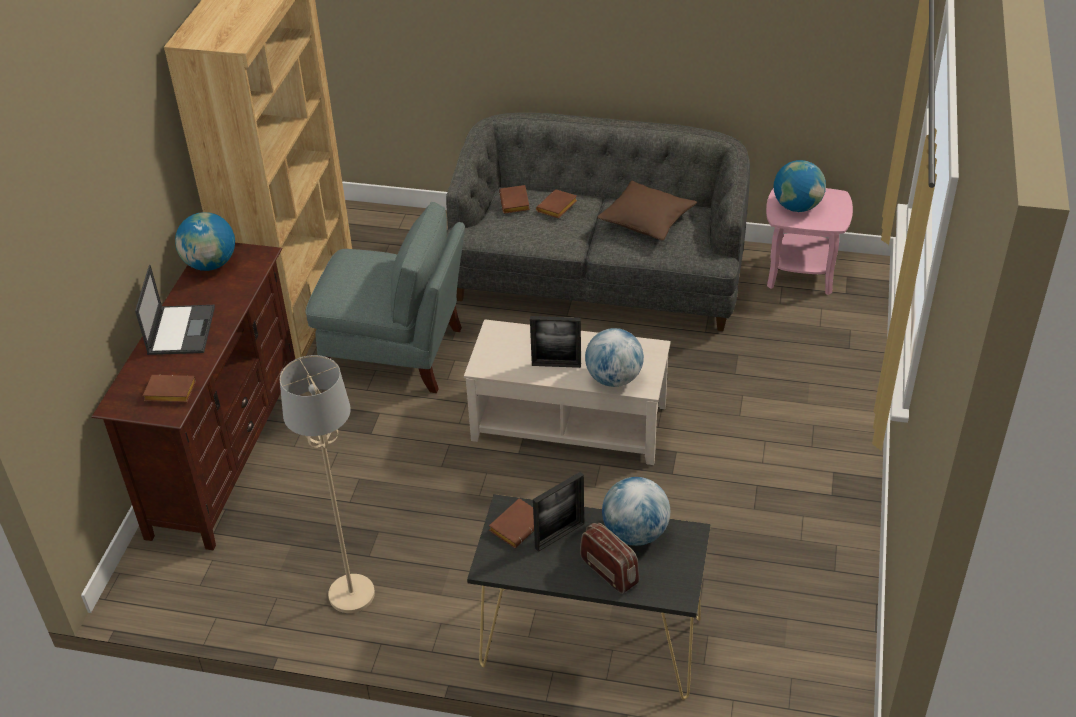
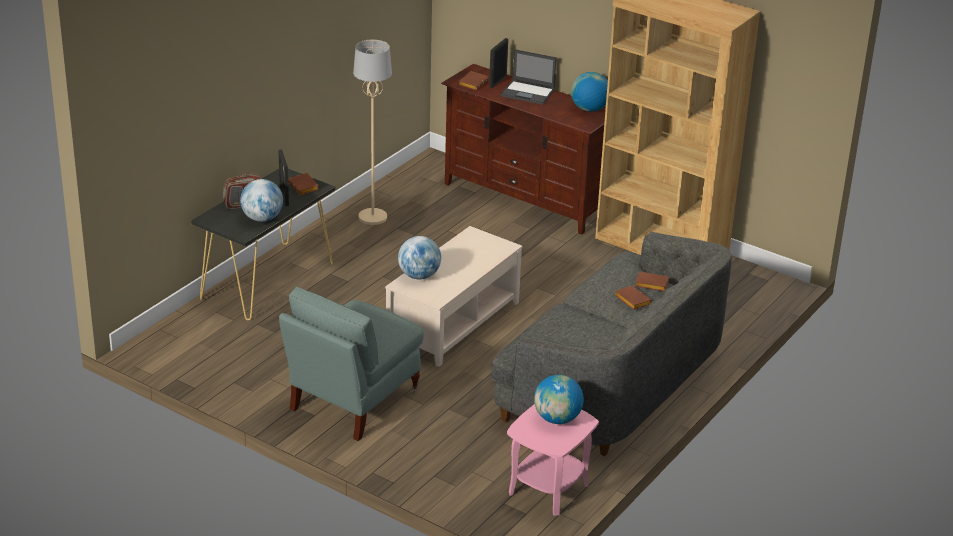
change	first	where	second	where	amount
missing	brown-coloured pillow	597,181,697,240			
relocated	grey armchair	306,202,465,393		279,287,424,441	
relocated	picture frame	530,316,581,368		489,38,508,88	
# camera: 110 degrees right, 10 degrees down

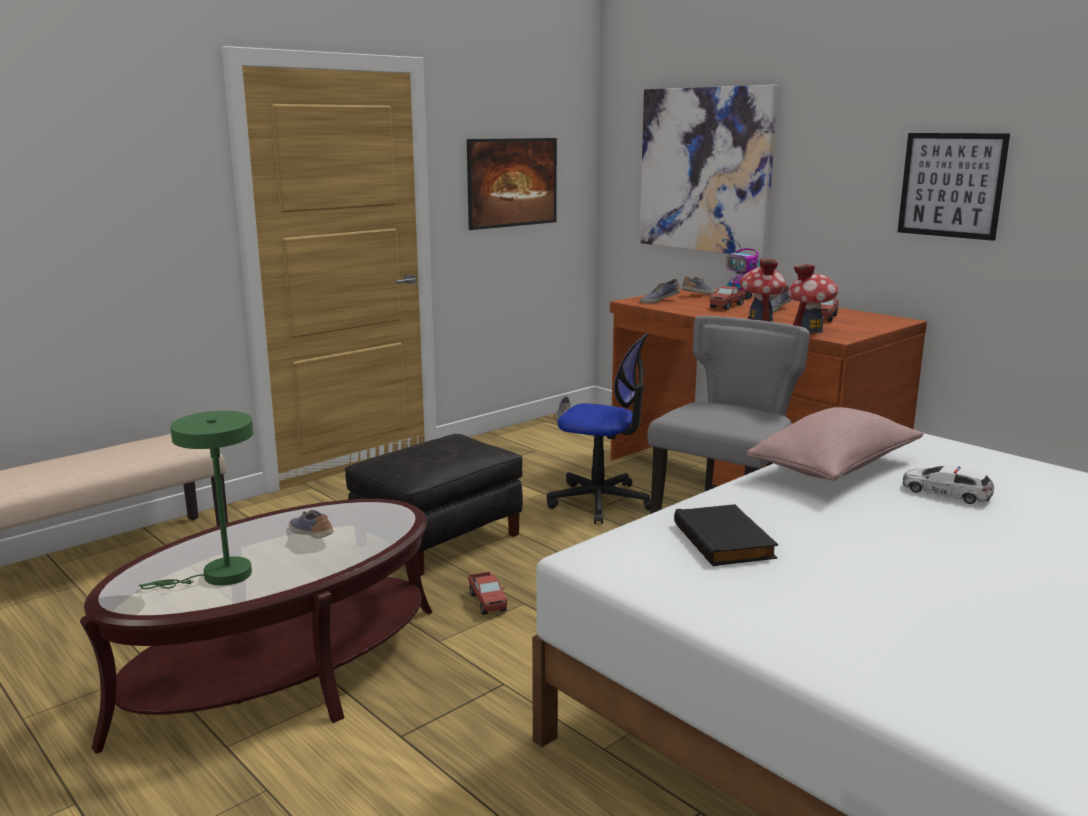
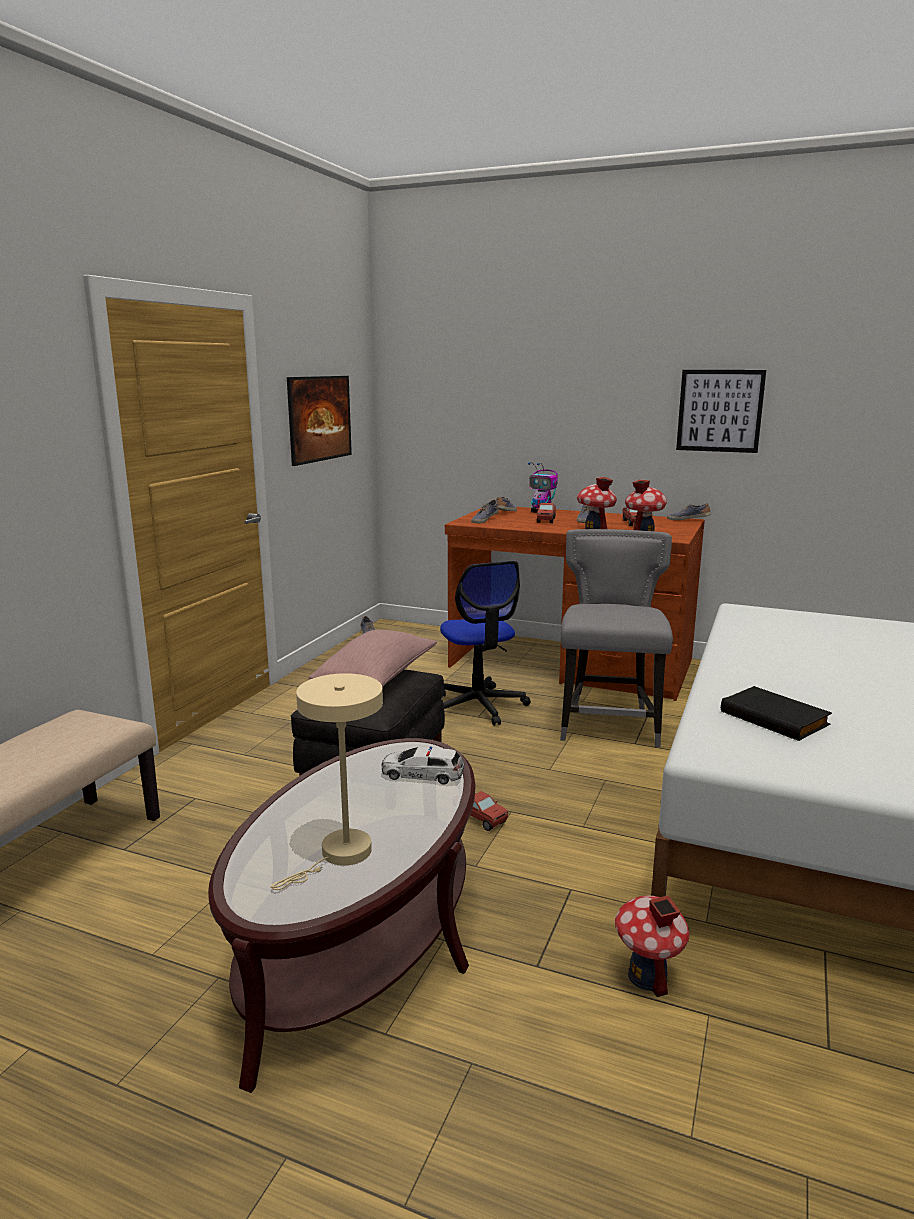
change	first	where	second	where	amount
missing	wall picture	639,85,778,258			
spun	office chair	547,333,651,524		440,561,531,726	75 degrees clockwise
relocated	pinkish pillow	747,407,923,480		309,630,437,687	
colour	greenish lamp for a table	139,411,253,589	sand-coloured lamp for a table	271,673,383,890	
relocated	miniature car	903,466,994,504		382,747,464,785	
relocated	low shoe	289,510,334,539		667,503,711,520	
appeared			model house	615,895,690,997	
# camera: 25 degrees left, 0 degrees up

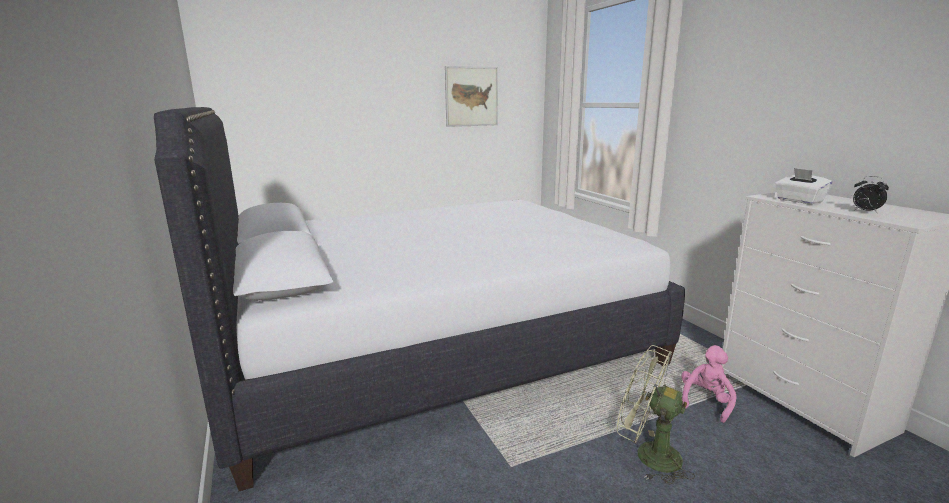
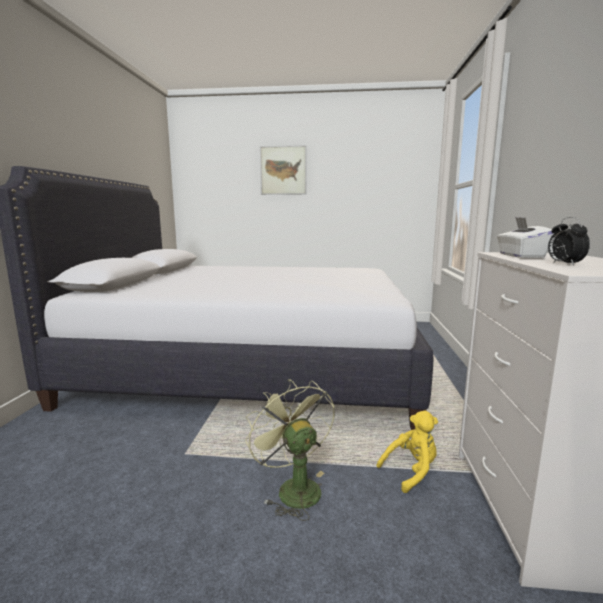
change	first	where	second	where	amount
relocated	wall picture	445,66,498,127		260,145,307,195	
colour	pinkish soft toy	681,345,736,423	yellow-coloured soft toy	376,411,438,493	
# camera: 30 degrees right, 5 degrees down

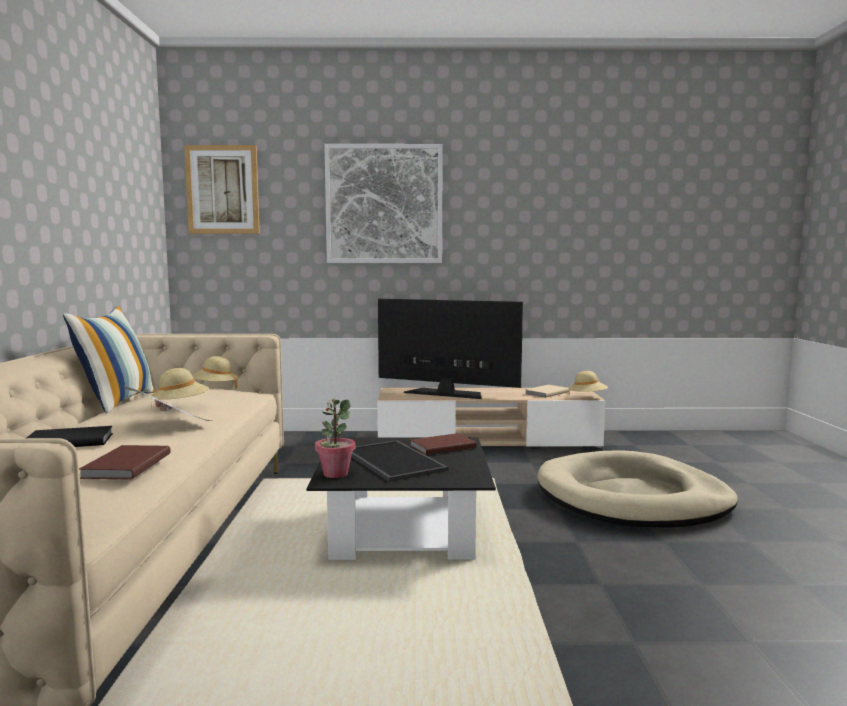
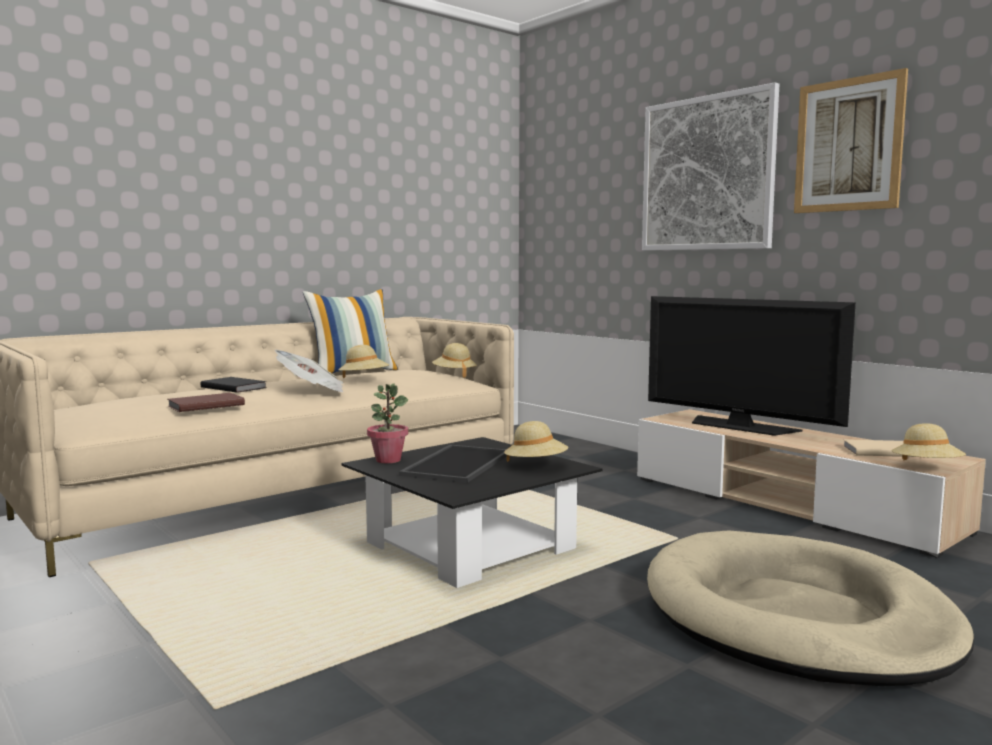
change	first	where	second	where	amount
relocated	wall picture	184,145,260,234		794,68,908,213	
spun	TV set	378,299,523,399		648,296,856,436	150 degrees clockwise
exchanged	brown-coloured book	411,433,477,455	sand-coloured clothing hat	504,421,568,462	
# camera: 50 degrees right, 0 degrees up

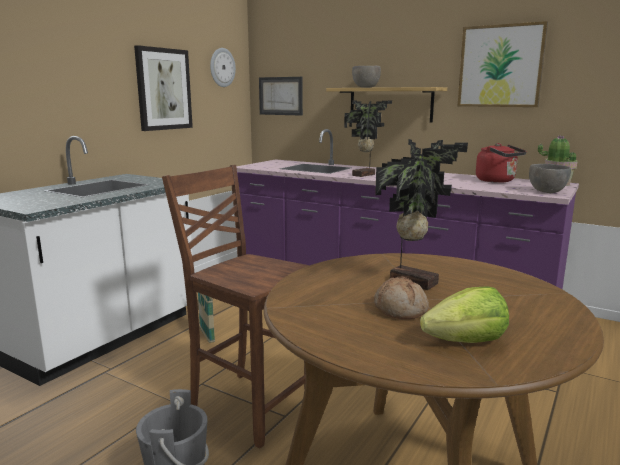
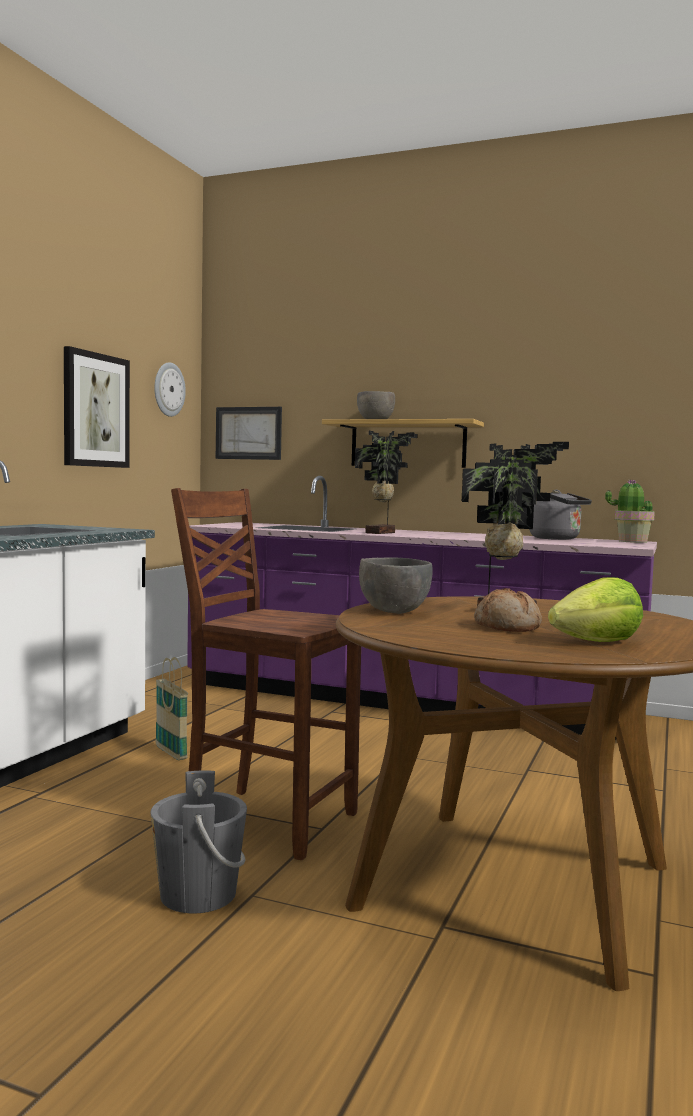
change	first	where	second	where	amount
missing	wall picture	458,21,548,107			
colour	reddish water kettle	476,143,527,183	grey water kettle	529,490,592,540	
relocated	grey deep dish	529,164,571,193		359,557,433,614	
# camera: 10 degrees left, 10 degrees down

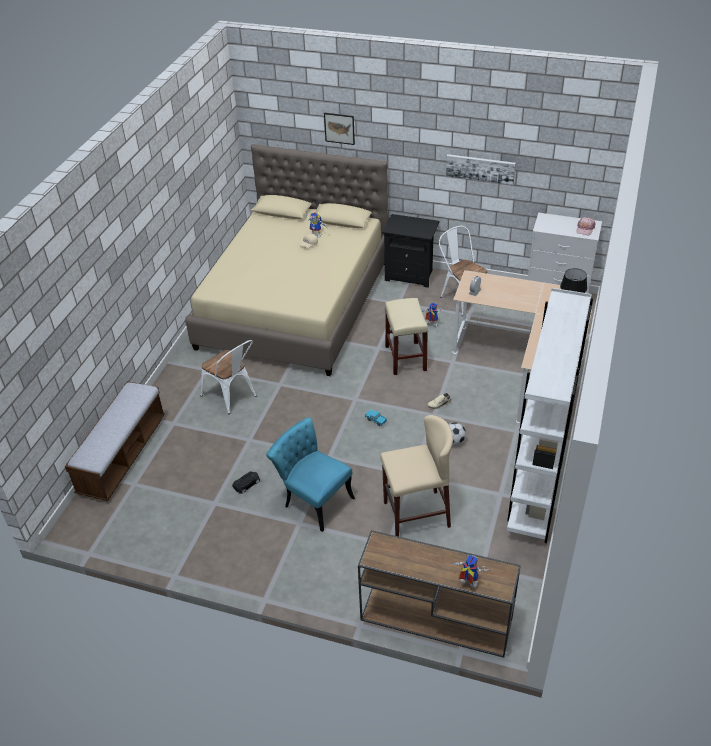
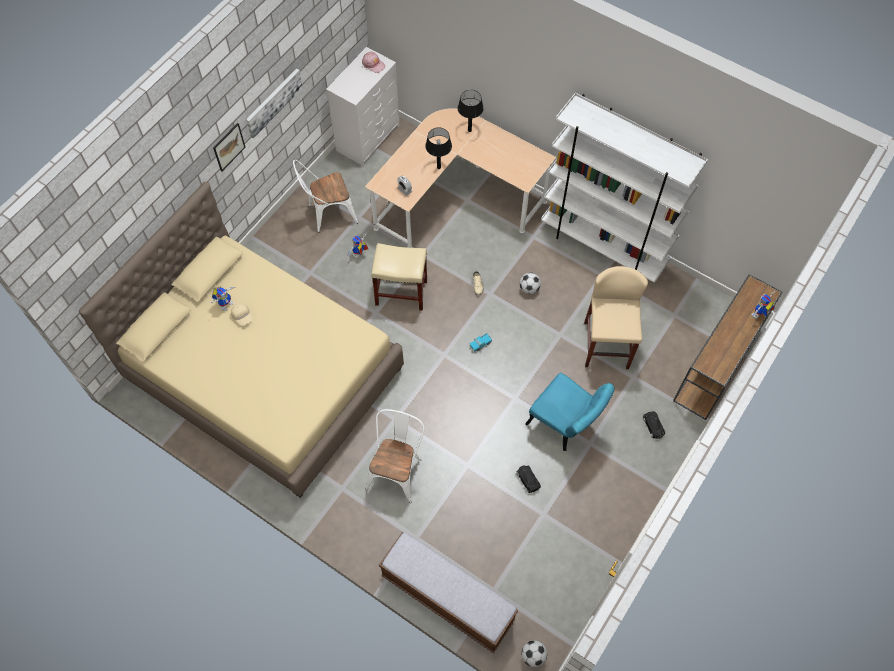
change	first	where	second	where	amount
relocated	wall picture	324,113,355,145		213,123,246,171	
missing	blackish night table	382,214,440,288			
spun	white upright chair	201,340,257,414		366,409,425,503	45 degrees counterclockwise
spun	turquoise upright chair	266,417,355,532		525,373,614,451	105 degrees counterclockwise
appeared			blackish lamp for a table	425,127,452,169	
appeared			blackish miniature car	643,411,665,439	
appeared			football	522,640,547,667	
# camera: 75 degrees left, 20 degrees up

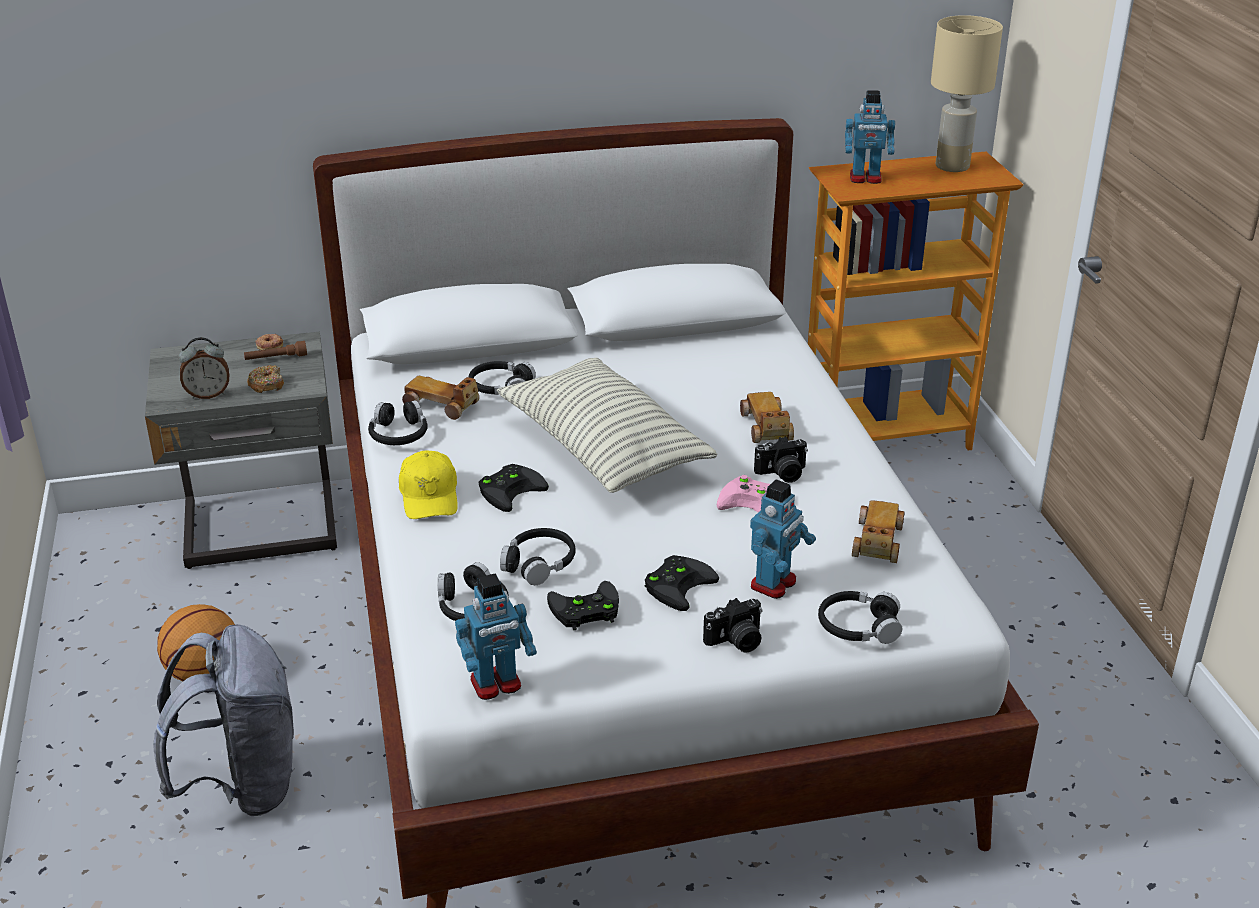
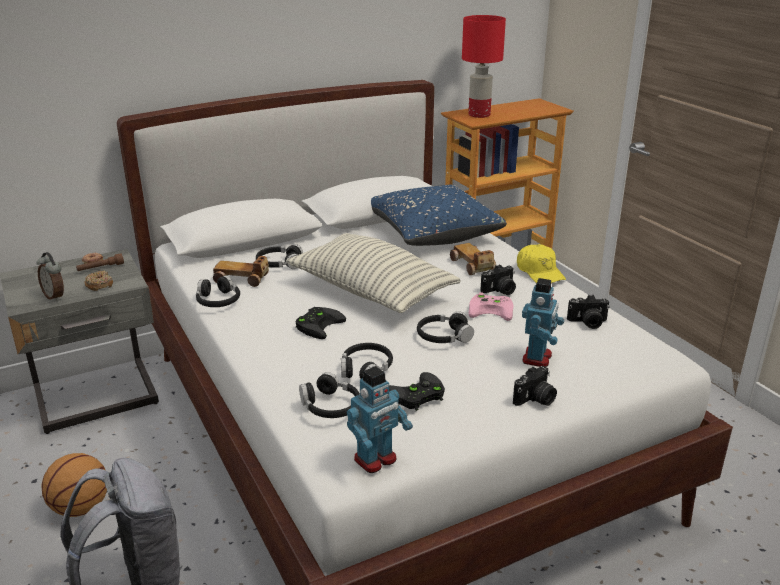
change	first	where	second	where	amount
missing	sand-coloured lamp for a table	931,15,1003,172			
exchanged	robot figure	845,90,895,184	reddish lamp for a table	462,15,506,118	
spun	bedside clock	179,337,229,399		37,252,64,301	75 degrees clockwise
relocated	yellow-coloured peaked cap	399,450,458,519		517,244,566,283	
exchanged	miniature car	852,500,905,563	photo camera	567,295,610,329	
missing	blackish gamepad	644,555,719,611			
relocated	blackish headphones	818,591,902,644		417,311,474,343	
appeared			bluish pillow	371,185,507,246	
# camera: 15 degrees left, 5 degrees down

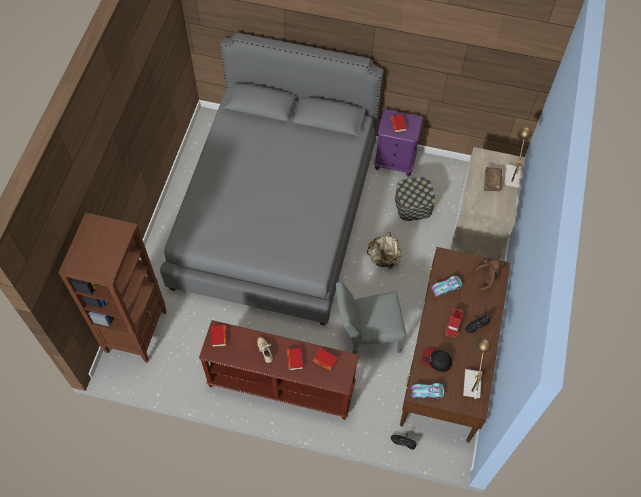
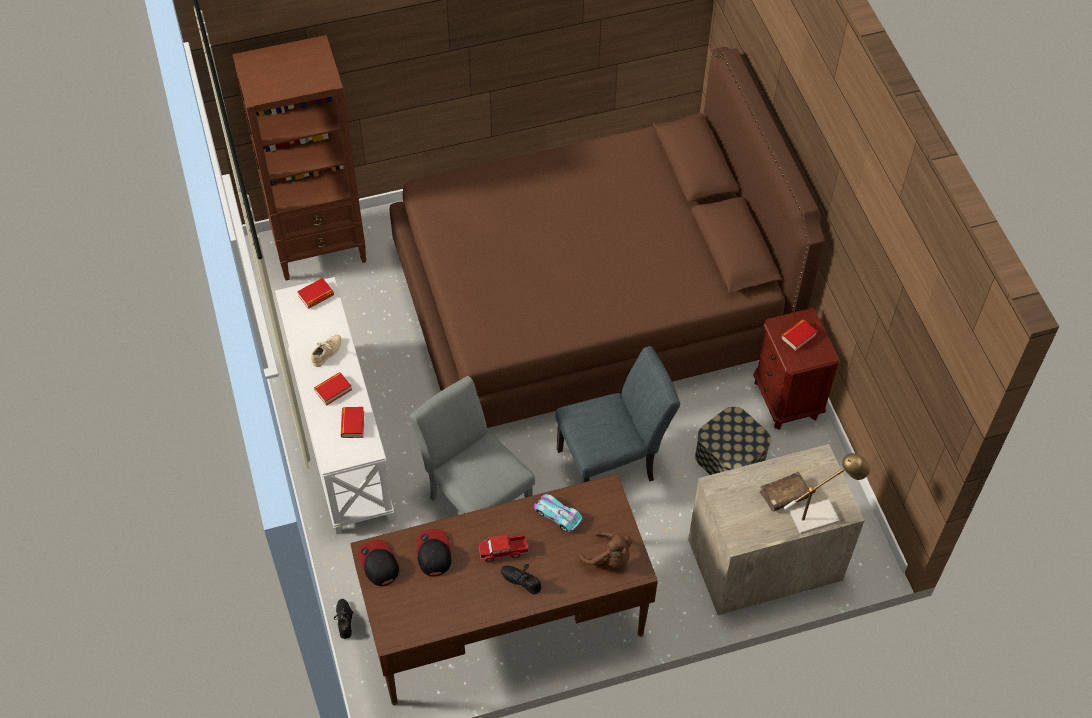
change	first	where	second	where	amount
colour	grey sleeping bed	160,32,384,326	brown-coloured sleeping bed	389,47,825,428	
colour	purplish night table	374,109,424,177	brown-coloured night table	753,308,840,430	
exchanged	sand-coloured knapsack	366,232,402,269	grey upright chair	555,346,680,483	
colour	brown-coloured console table	199,320,359,420	white console table	275,277,394,534	
missing	lamp for a table	463,337,491,399			
exchanged	miniature car	411,383,444,399	peaked cap	358,539,399,586	
# camera: 60 degrees right, 5 degrees down

